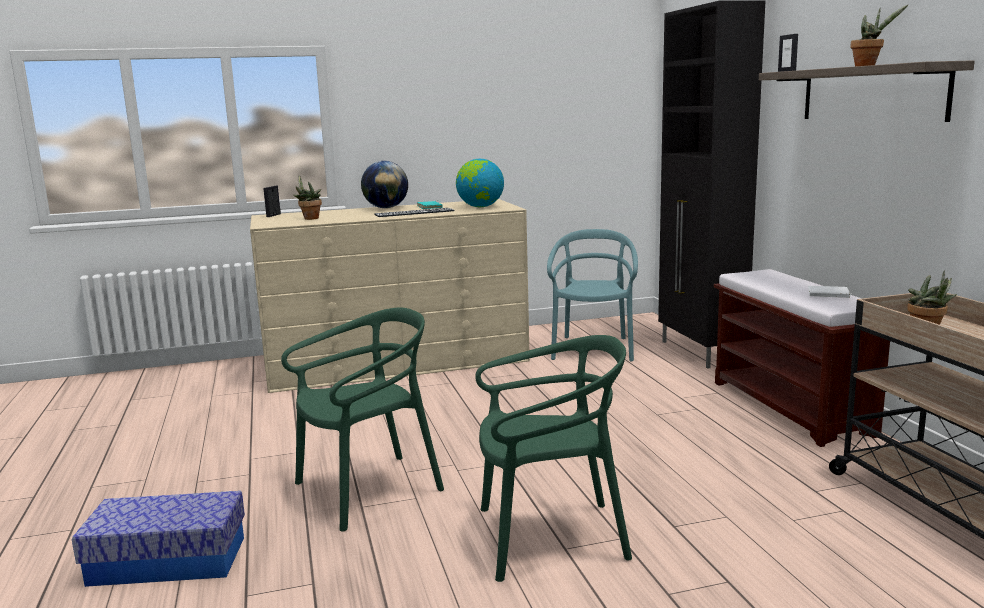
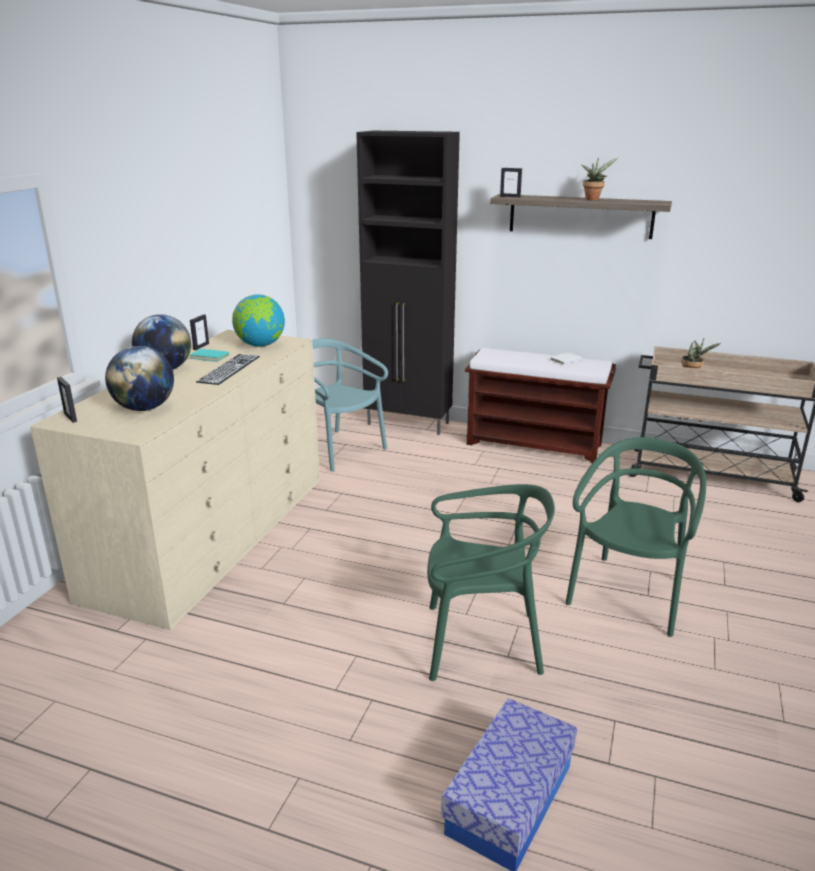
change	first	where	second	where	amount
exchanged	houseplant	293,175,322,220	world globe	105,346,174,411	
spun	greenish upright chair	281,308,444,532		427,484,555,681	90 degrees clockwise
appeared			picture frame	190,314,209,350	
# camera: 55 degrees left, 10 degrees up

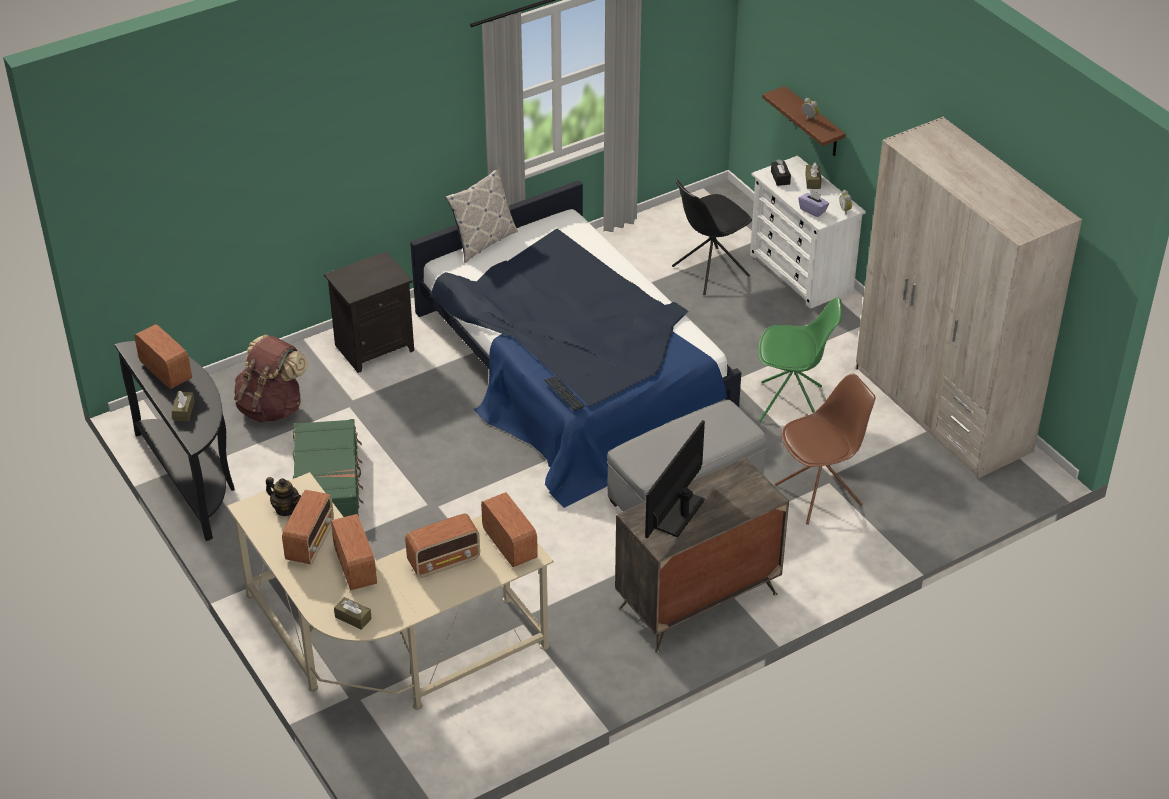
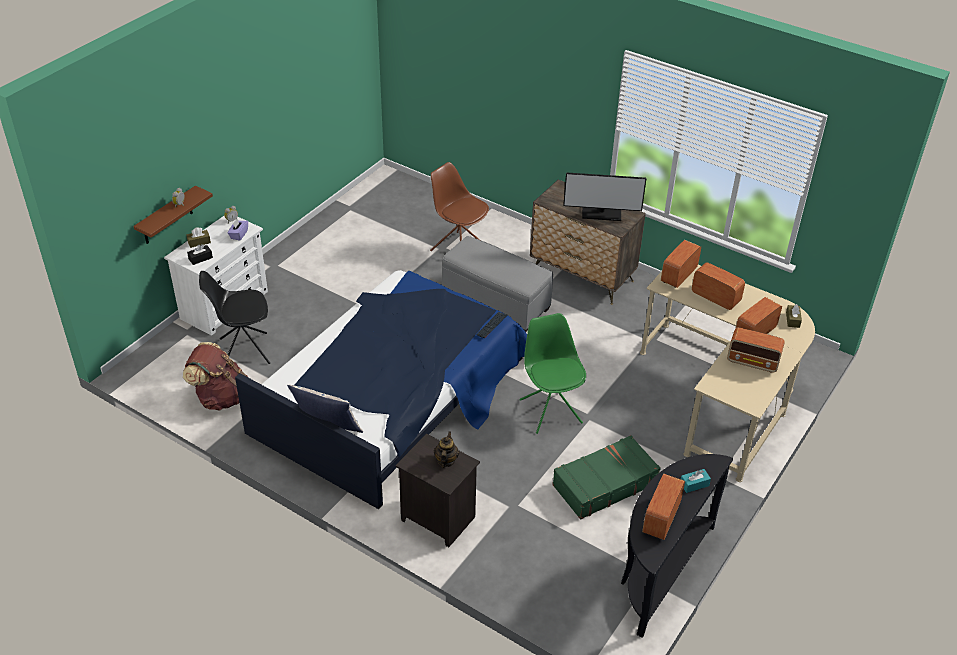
change	first	where	second	where	amount
missing	sand-coloured clothes cupboard	856,117,1082,479			
spun	blackish upright chair	672,179,752,295		199,271,270,364	135 degrees clockwise
relocated	greenish upright chair	758,298,842,422		520,313,586,434	
relocated	brown-coloured knapsack	234,334,308,422		183,342,248,411	
colour	brown-coloured tissue box	172,391,195,421	turquoise tissue box	681,469,711,493	
relocated	teapot	266,477,301,516		434,431,459,468	
spun	radio receiver	282,490,334,564		727,327,785,373	150 degrees counterclockwise
# camera: 115 degrees left, 0 degrees up

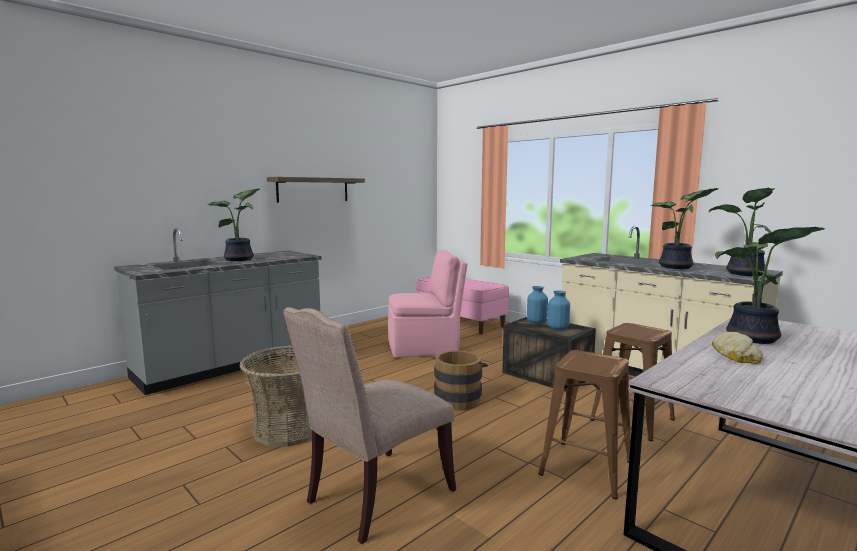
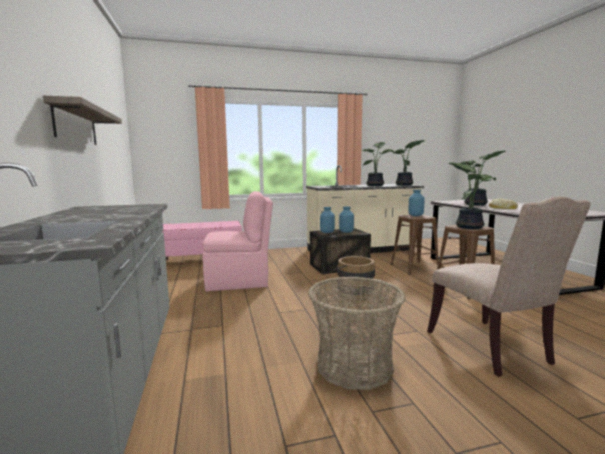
change	first	where	second	where	amount
relocated	houseplant	208,189,260,261		448,162,496,229	
spun	pinkish upright chair	388,250,467,358		203,191,273,292	60 degrees clockwise
appeared			bluish decorative vase	408,190,425,216	
# camera: 60 degrees left, 0 degrees up

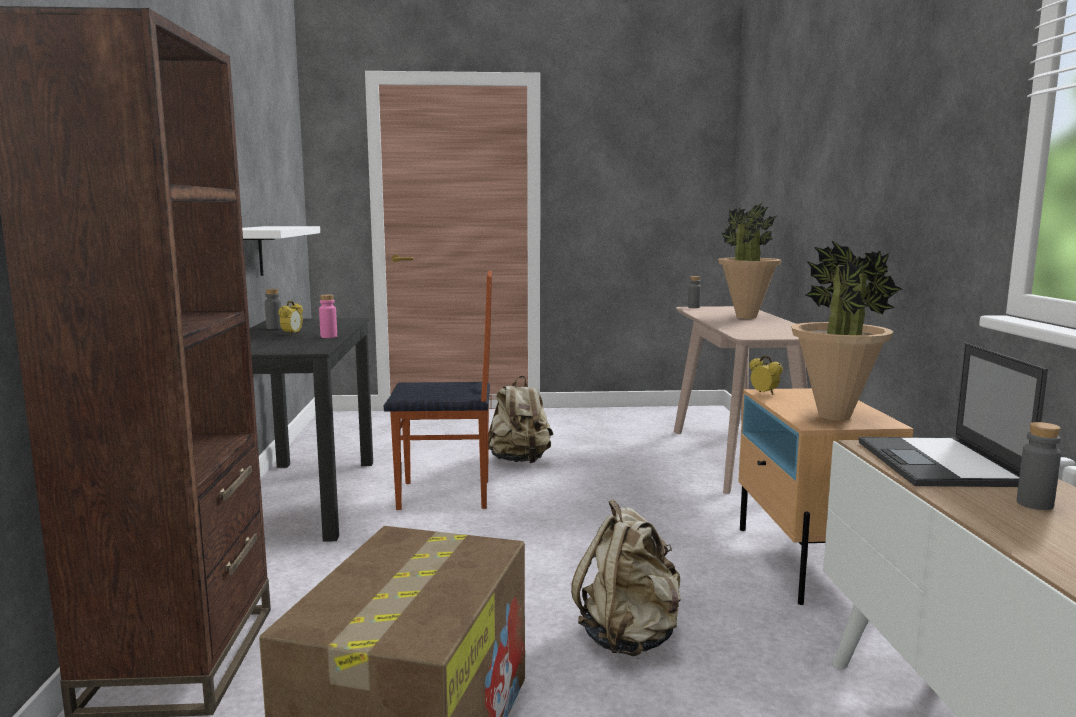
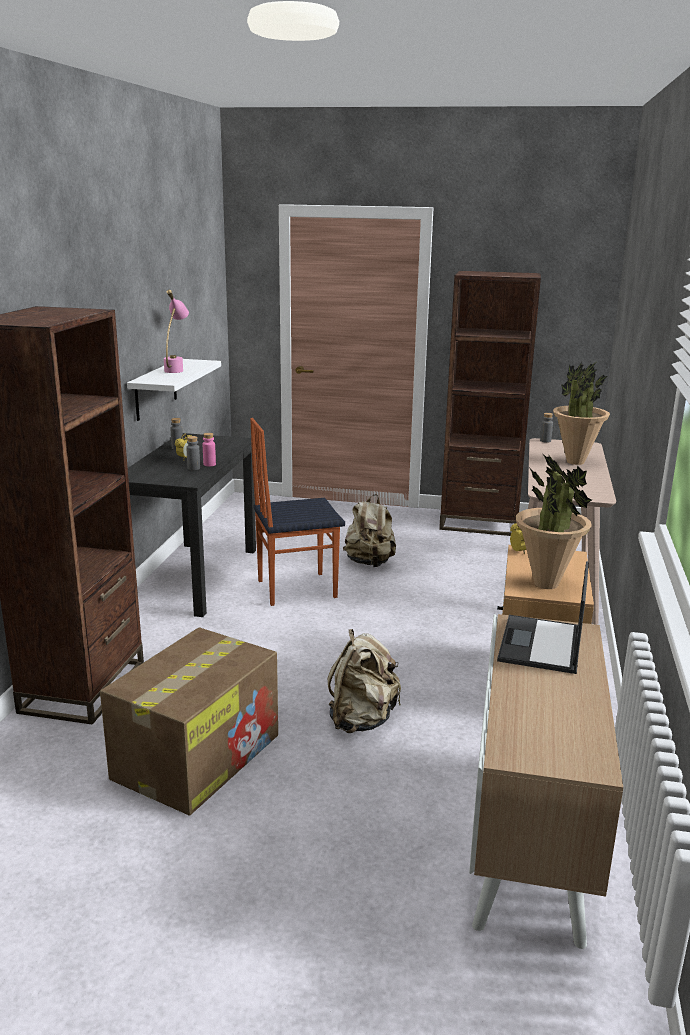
change	first	where	second	where	amount
spun	upright chair	384,271,492,510		250,418,345,606	150 degrees clockwise
relocated	grey beverage bottle	1017,422,1061,510		186,436,200,470	
appeared			brown-coloured bookcase	439,271,541,536	
appeared			pinkish lamp for a table	164,290,189,373	
# camera: 15 degrees right, 10 degrees up

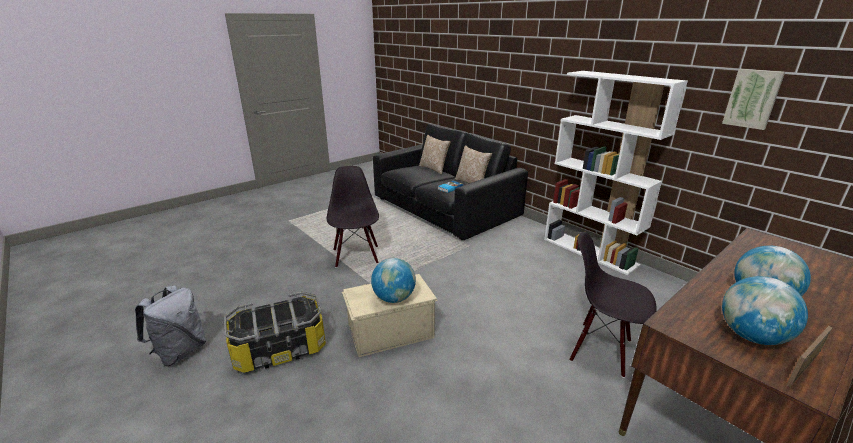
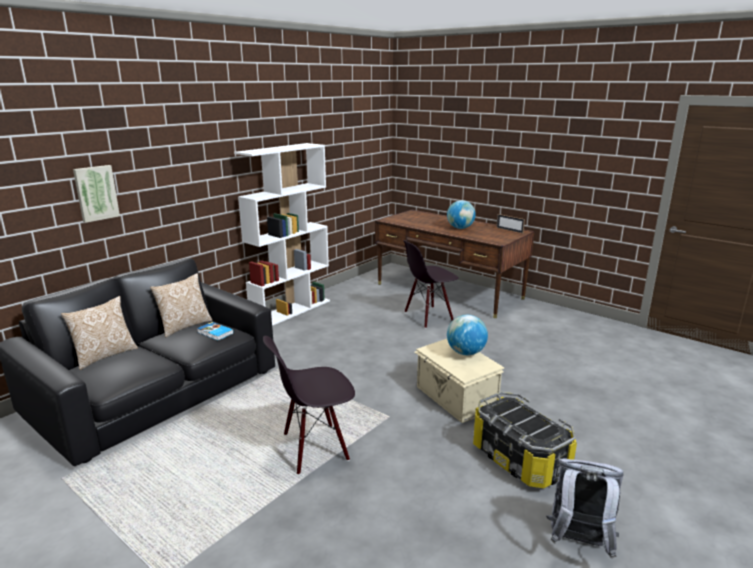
change	first	where	second	where	amount
relocated	wall picture	722,69,785,130		73,165,120,223	
spun	blackish upright chair	569,232,657,378		403,240,459,328	45 degrees clockwise
missing	world globe	722,276,808,345			
# camera: 100 degrees left, 5 degrees down

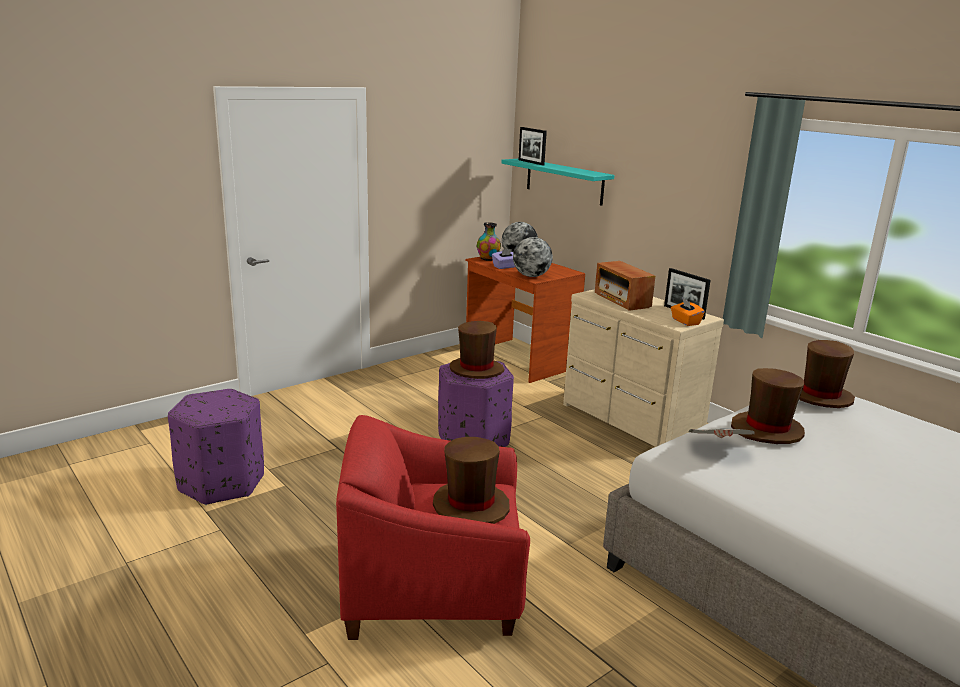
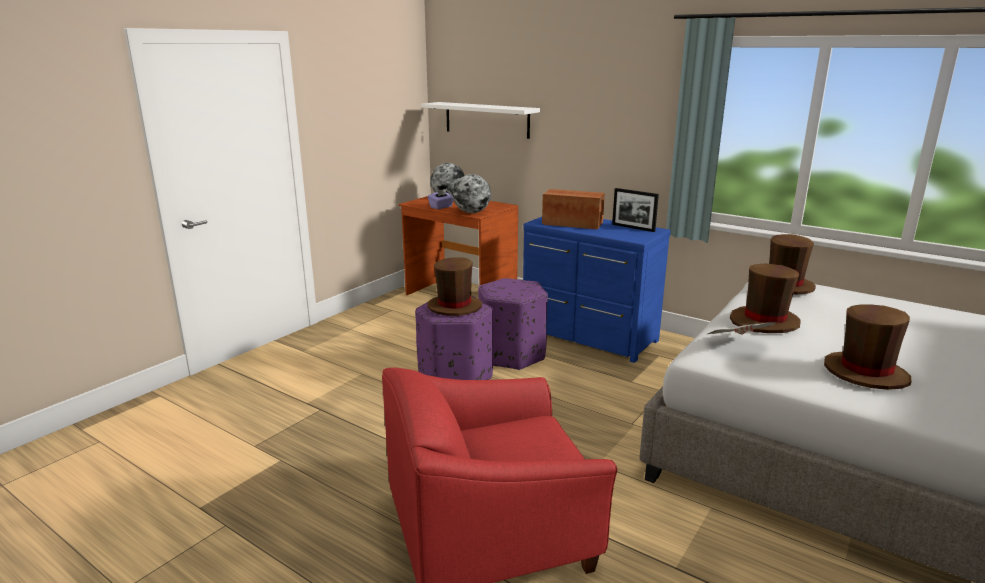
change	first	where	second	where	amount
missing	picture frame	519,127,547,165			
colour	turquoise shelf	501,159,614,206	white shelf	421,102,540,139	
missing	decorative vase	477,222,501,261			
spun	radio receiver	595,261,655,311		542,189,605,229	150 degrees clockwise
colour	sand-coloured chest of drawers	563,289,724,447	bluish chest of drawers	523,217,671,363	
missing	orangey tissue box	671,298,705,326			
relocated	purplish ottoman	168,389,264,505		478,278,548,370	
relocated	brown-coloured clothing hat	433,437,510,524		824,304,911,390	
# camera: 15 degrees left, 0 degrees up

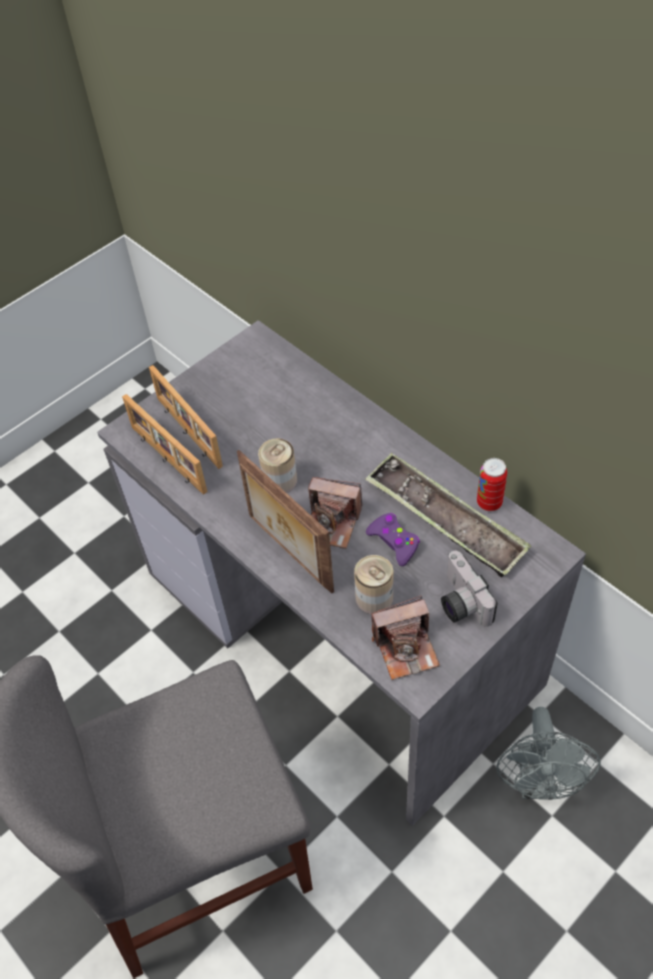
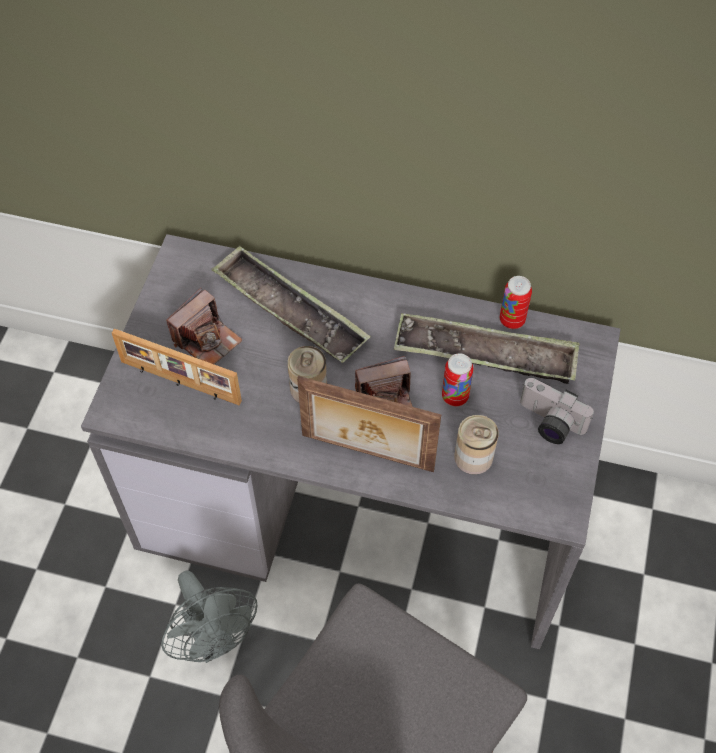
change	first	where	second	where	amount
missing	picture frame	122,394,208,495			
exchanged	purplish gamepad	366,513,420,566	sealed can	442,354,474,407	
relocated	photo camera	371,596,440,680		166,288,243,364	
relocated	grey electric fan	497,707,601,800		161,571,258,663	
appeared			tray	212,247,371,363	
# camera: 35 degrees left, 5 degrees up

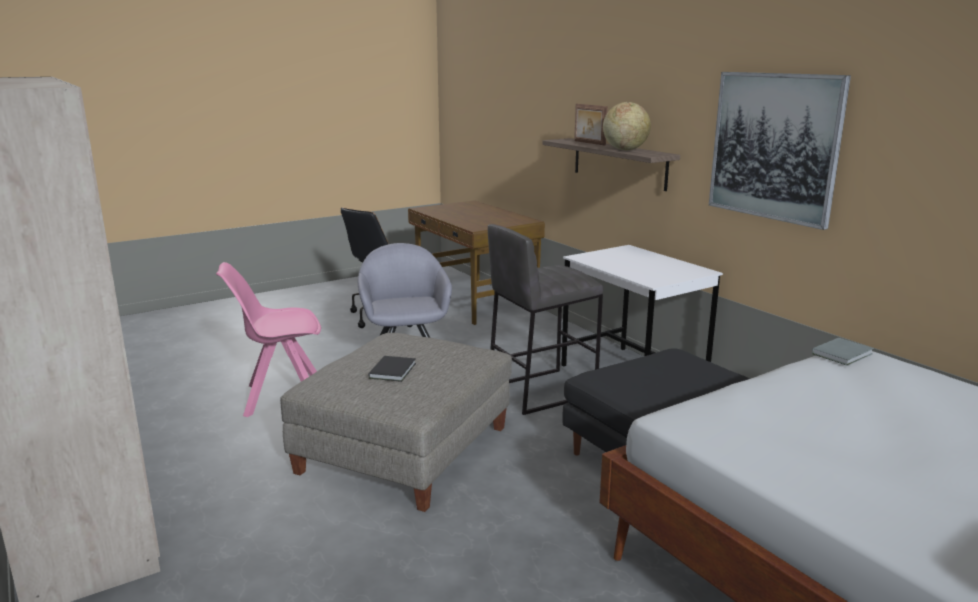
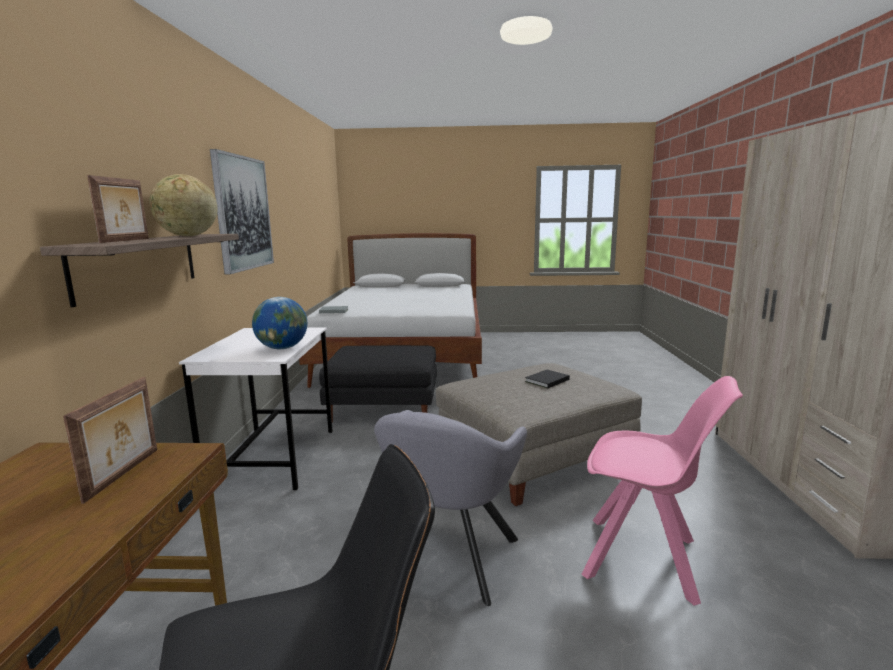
change	first	where	second	where	amount
missing	grey sitting stool	488,224,603,415			
appeared			world globe	252,297,307,349	
appeared			picture frame	63,377,157,504	
# camera: 145 degrees left, 5 degrees down

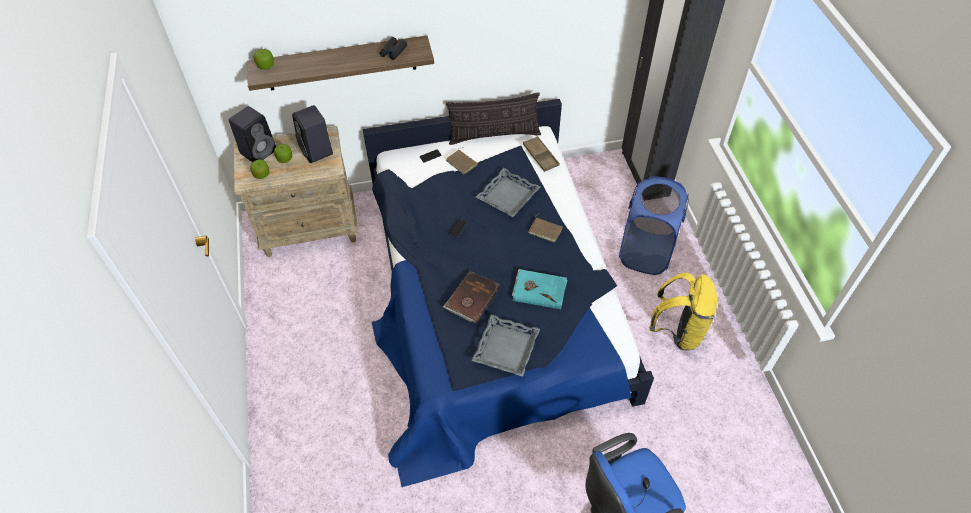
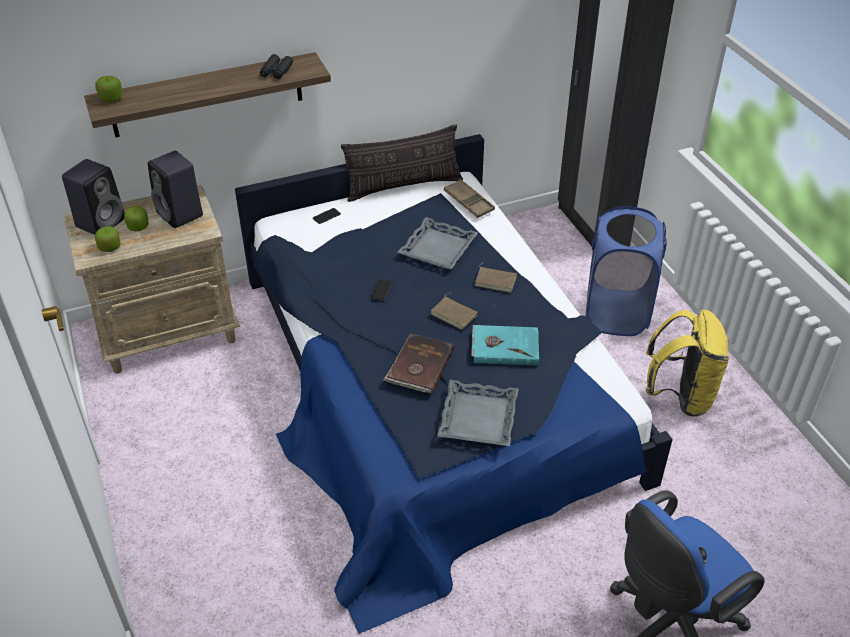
change	first	where	second	where	amount
relocated	brown-coloured book	446,147,478,174		430,293,478,330	
# camera: 10 degrees left, 10 degrees down

